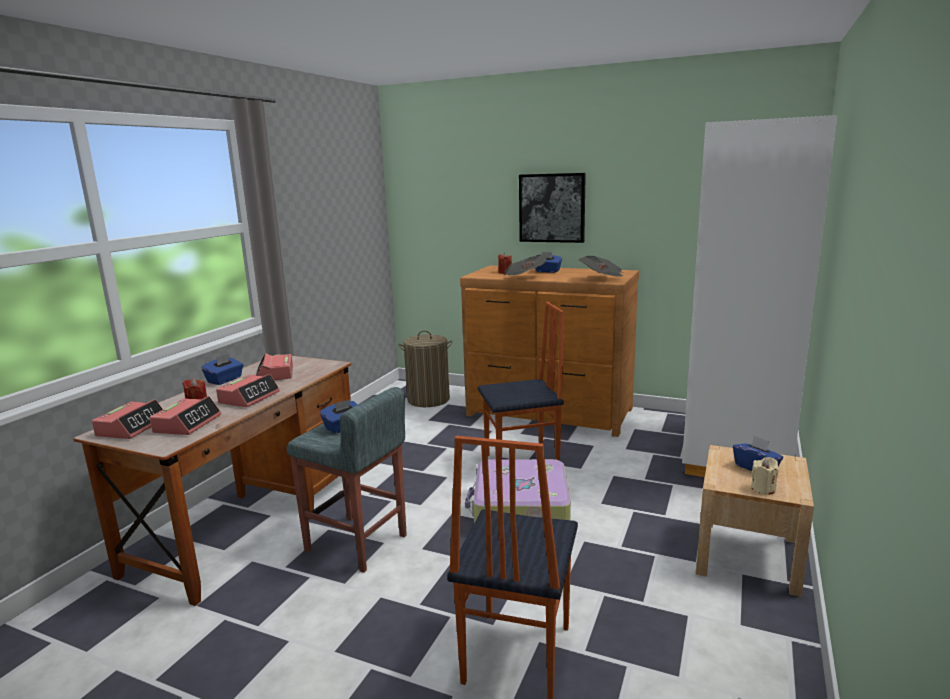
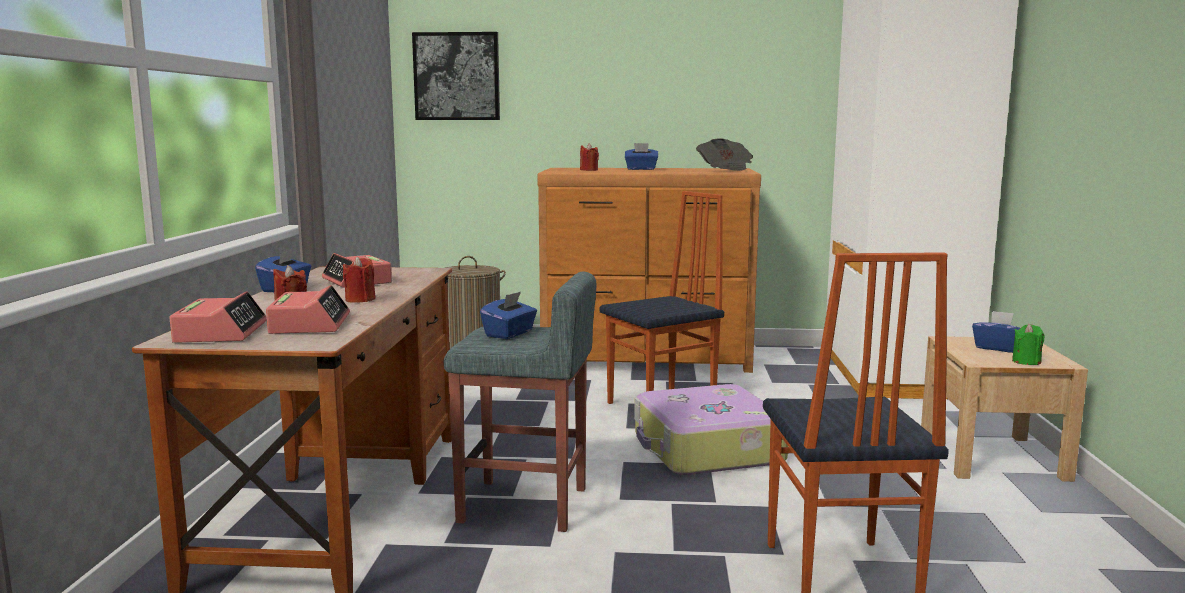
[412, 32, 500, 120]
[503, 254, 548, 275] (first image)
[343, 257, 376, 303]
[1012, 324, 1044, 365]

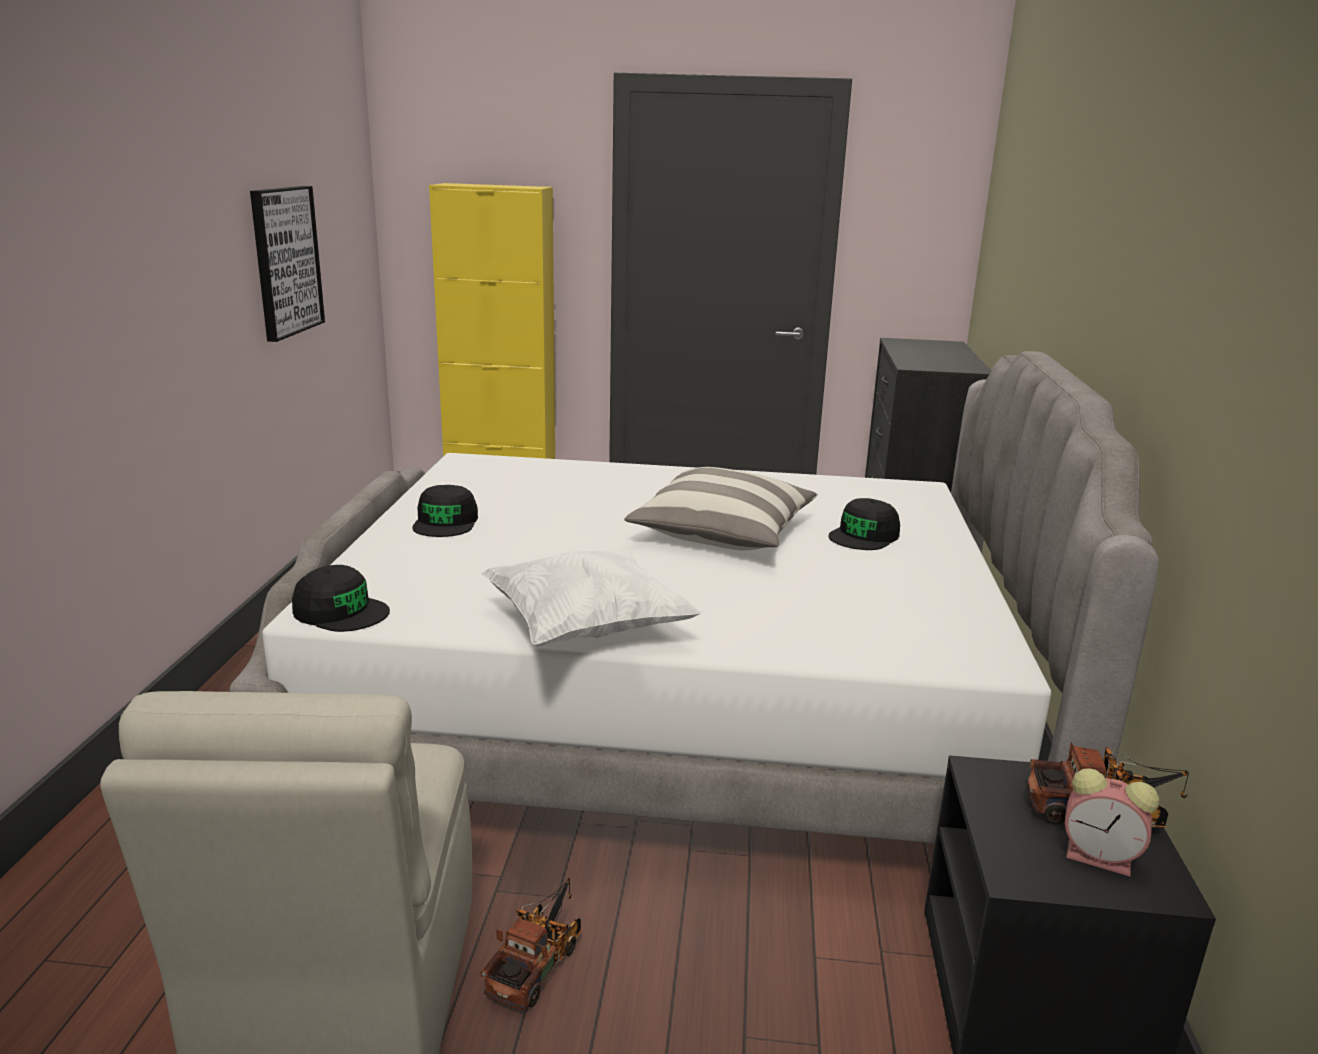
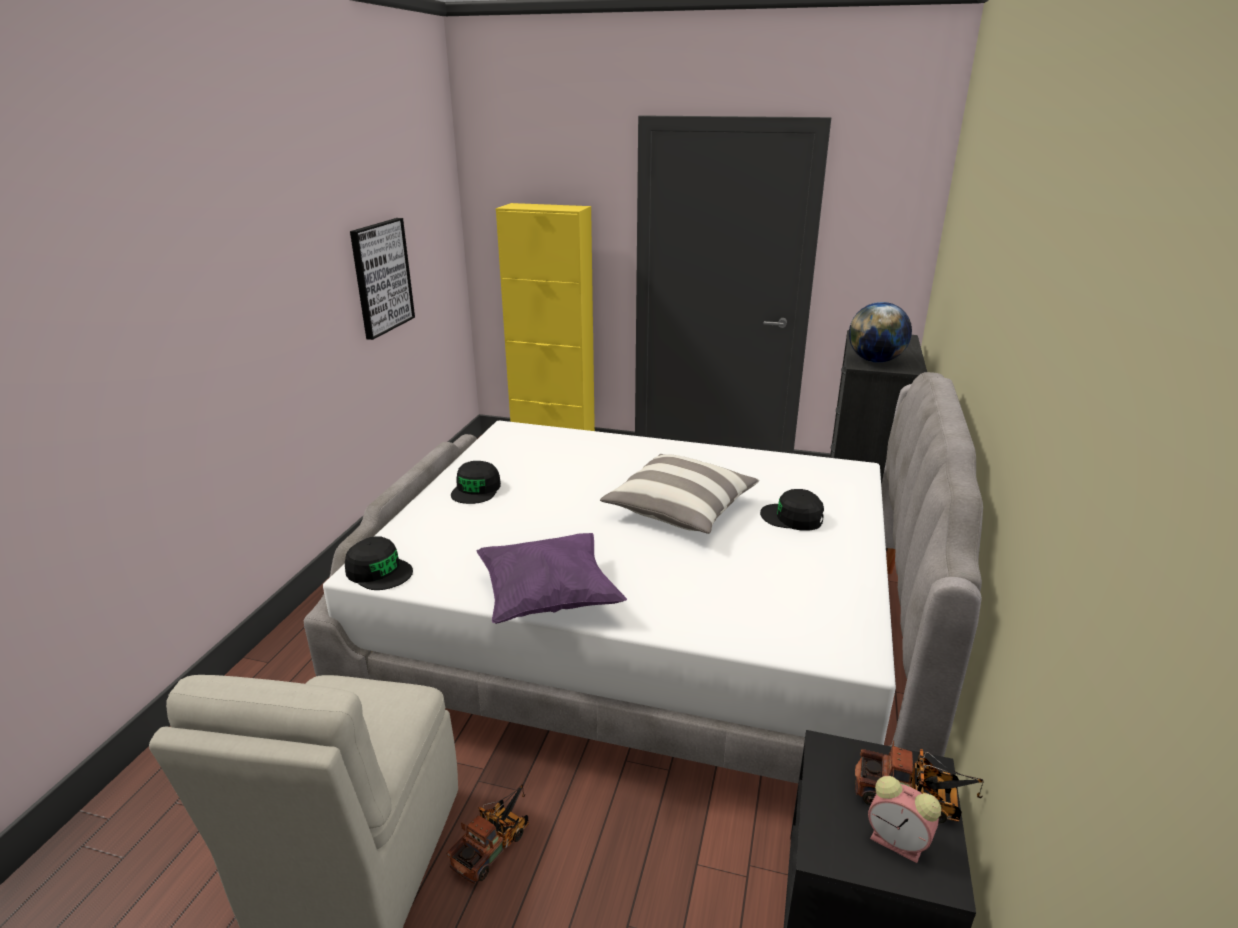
[760, 489, 824, 531]
[476, 533, 627, 624]
[849, 302, 912, 363]

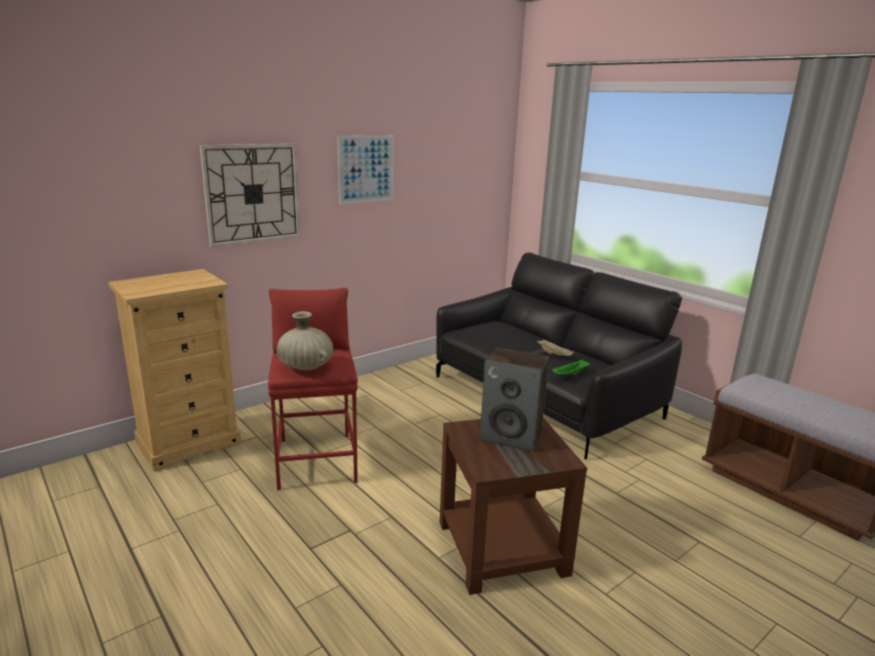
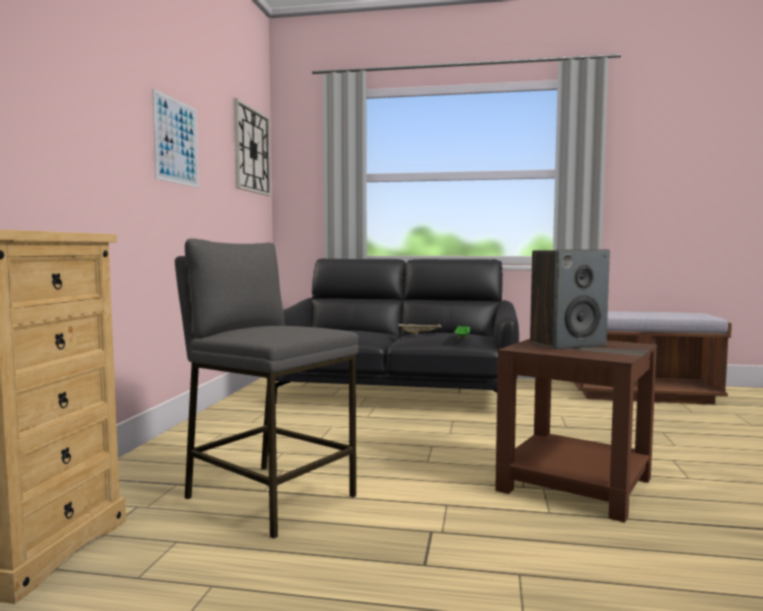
[234, 98, 271, 196]
[175, 238, 359, 539]
[277, 311, 333, 370] (first image)

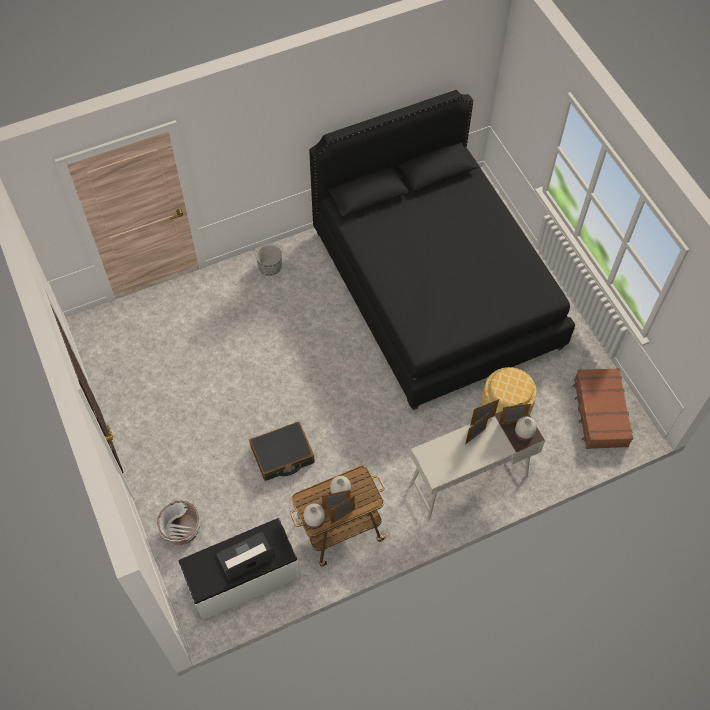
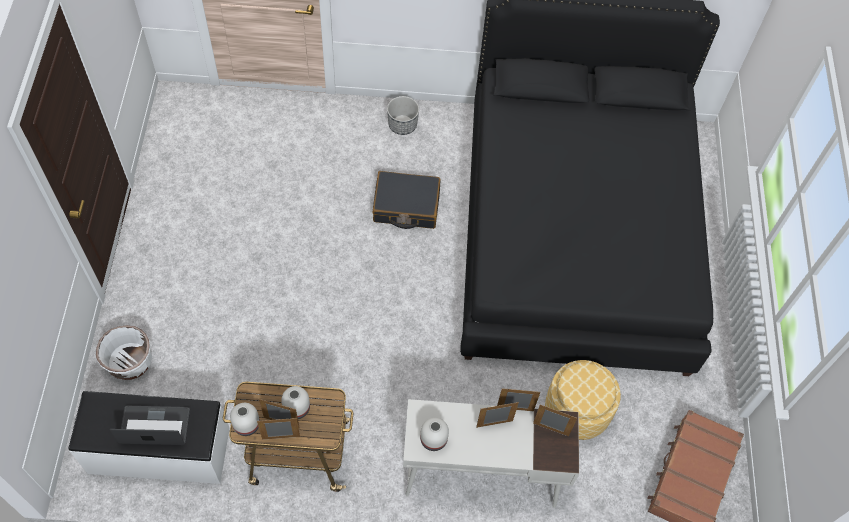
[420, 417, 449, 451]
[372, 171, 441, 229]

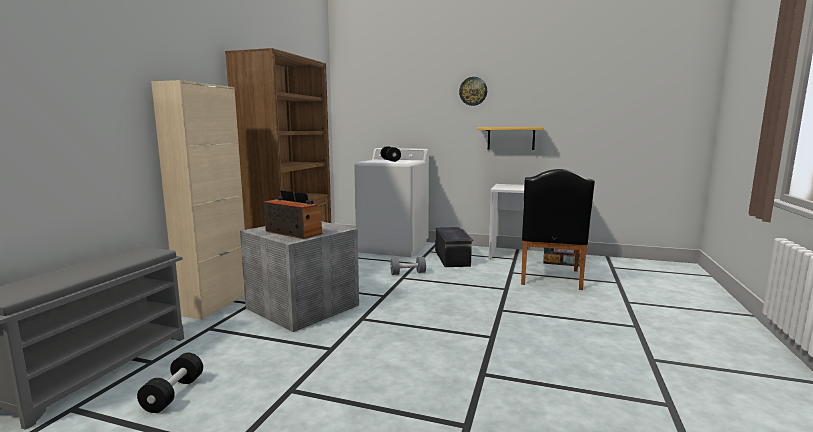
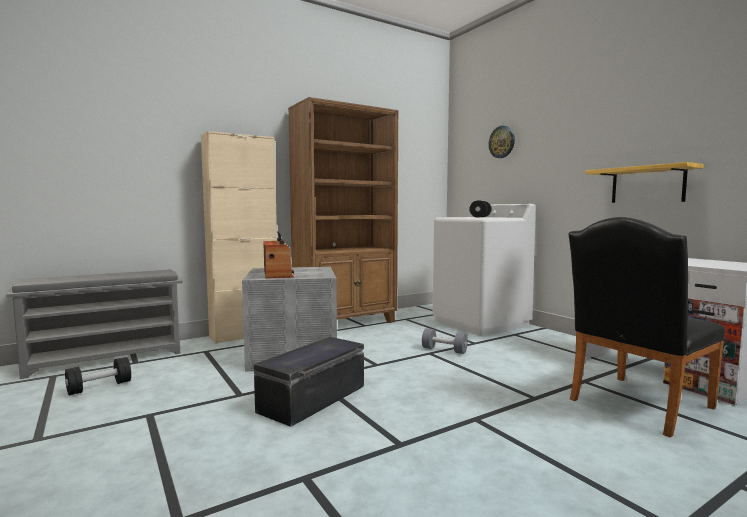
[489, 126, 515, 158]
[254, 337, 364, 427]

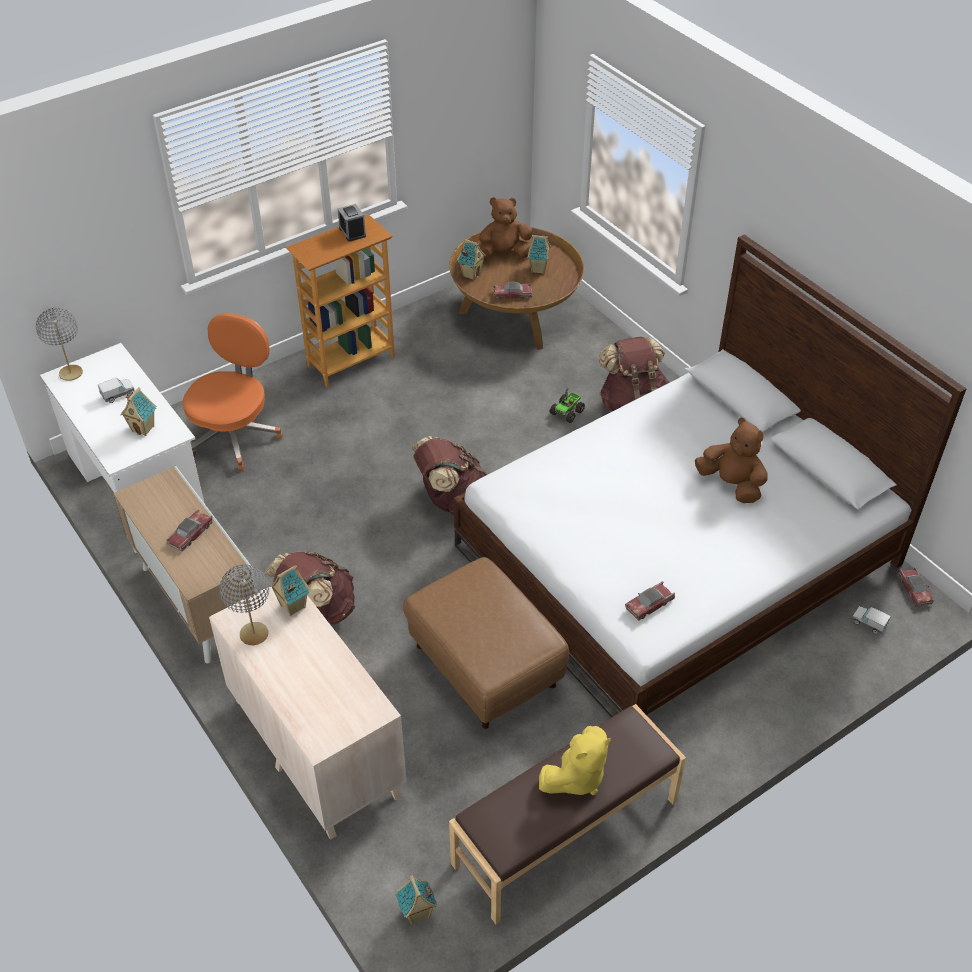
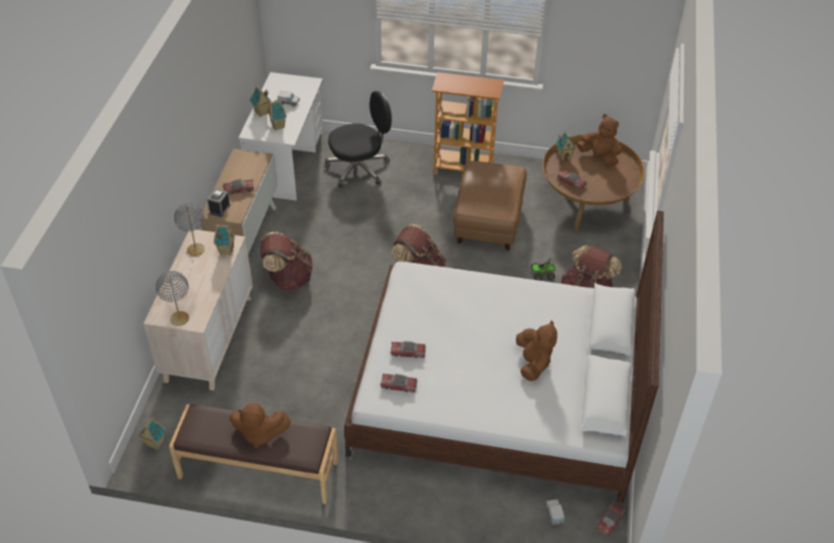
[207, 189, 231, 217]
[249, 85, 271, 117]
[156, 271, 189, 326]
[325, 91, 392, 188]
[453, 161, 527, 250]
[229, 403, 291, 448]
[390, 341, 426, 358]

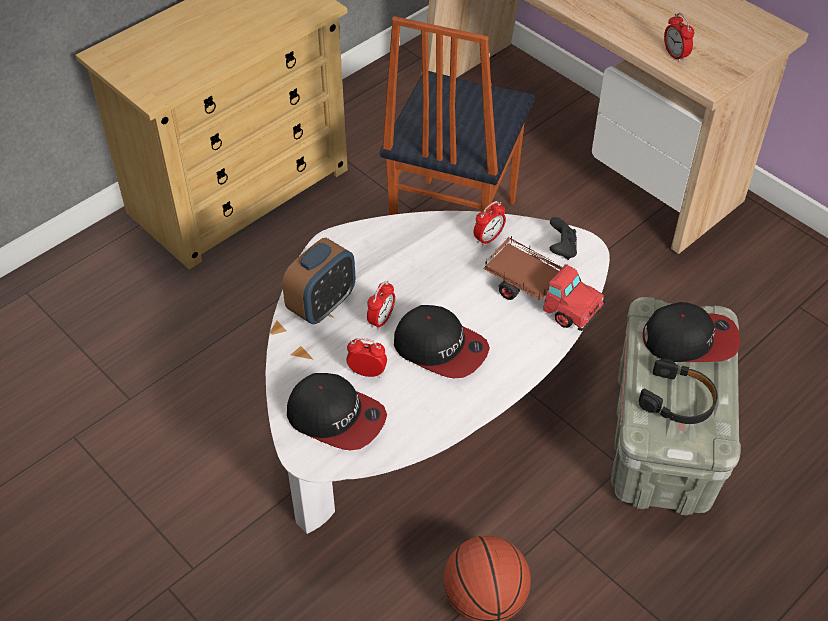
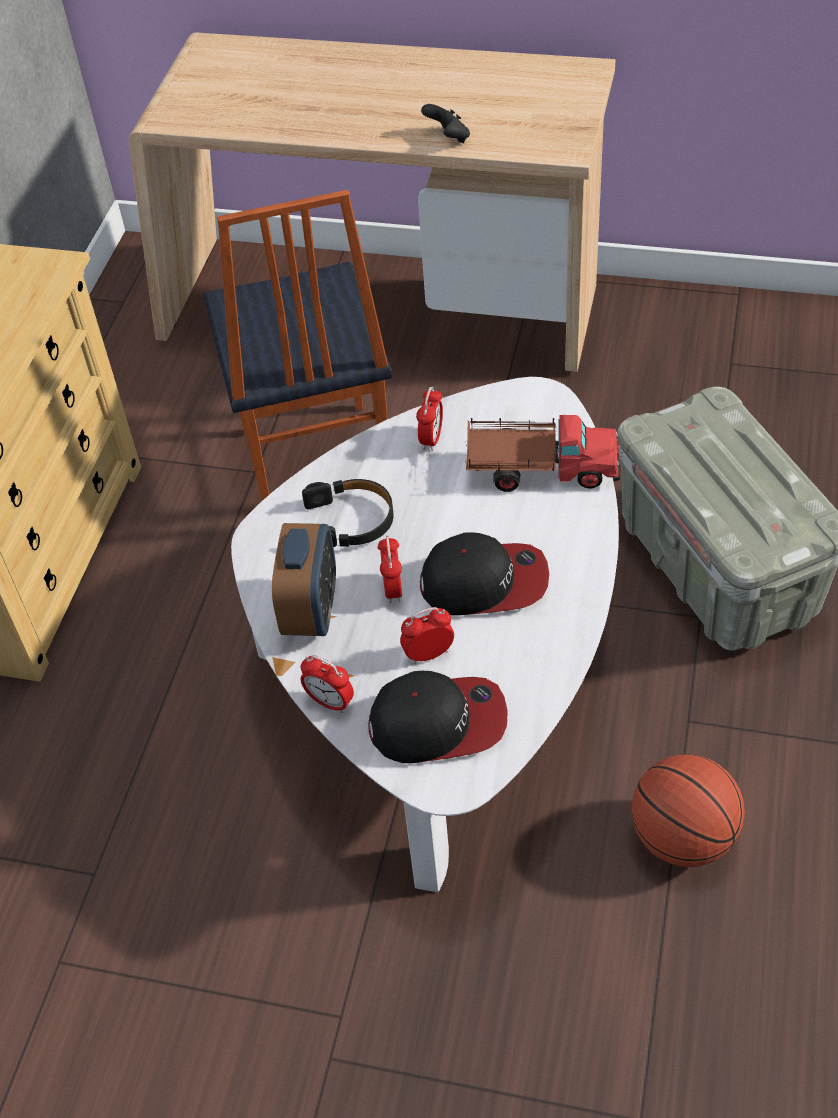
[301, 655, 354, 713]
[421, 104, 470, 143]
[643, 302, 740, 362] (first image)
[302, 479, 394, 547]

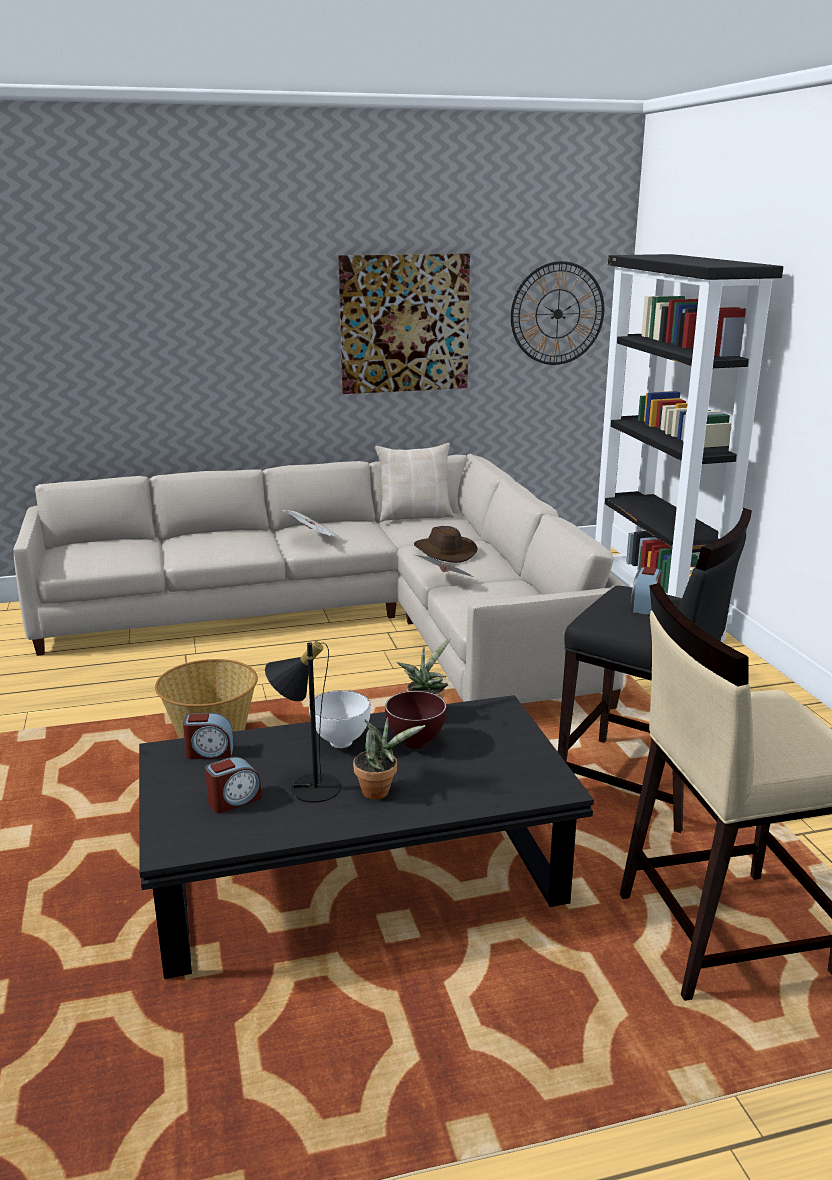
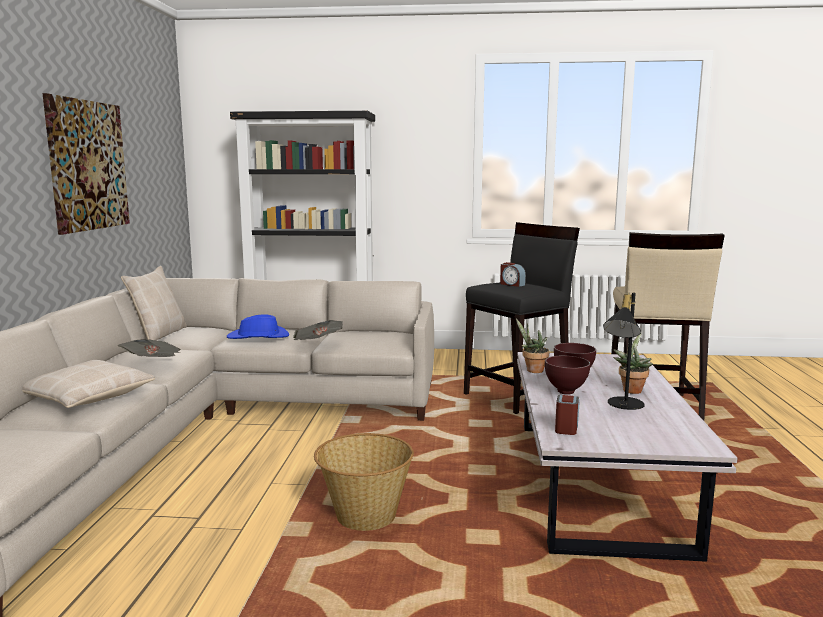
[511, 261, 604, 365] (first image)
[227, 314, 289, 339]
[545, 356, 590, 395]
[517, 352, 738, 562]
[205, 757, 262, 813] (first image)
[22, 360, 155, 408]

